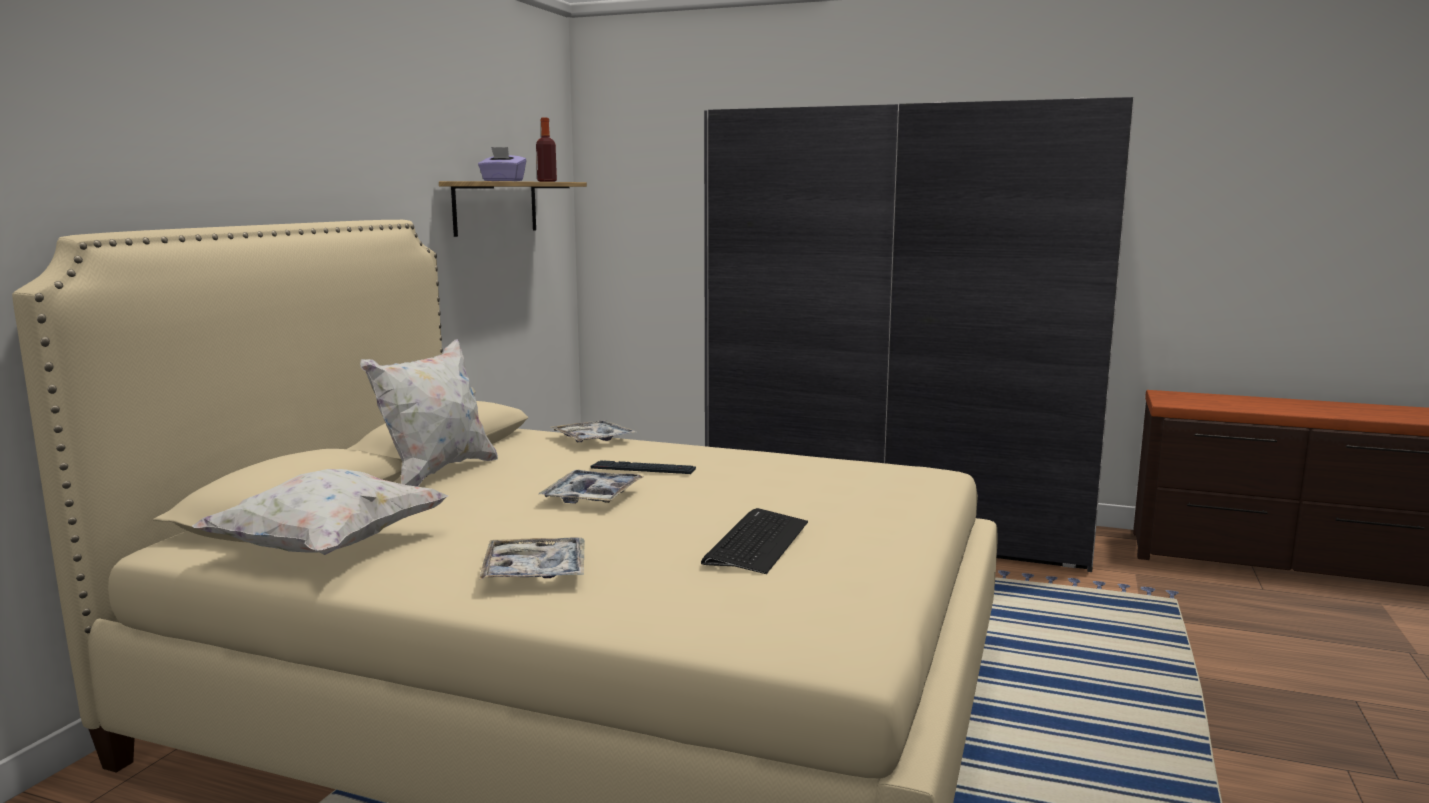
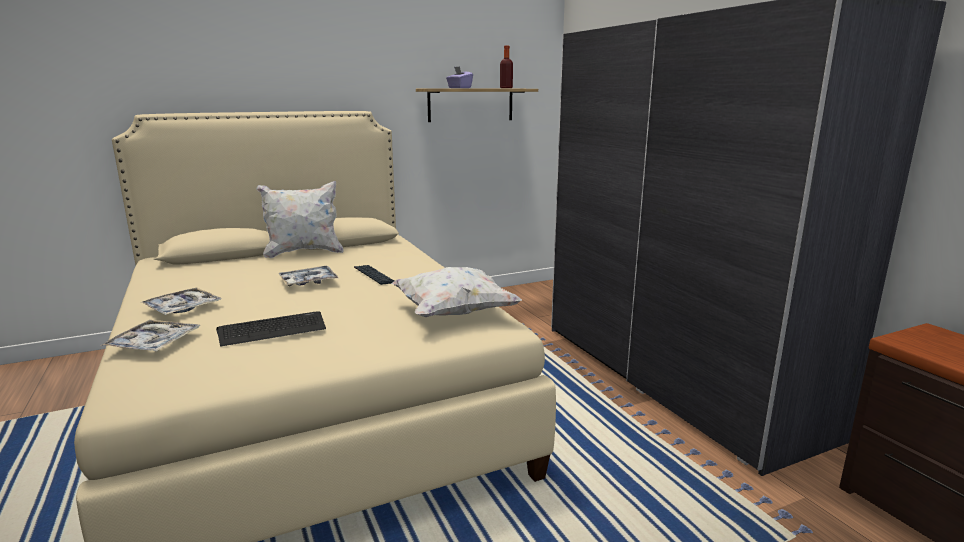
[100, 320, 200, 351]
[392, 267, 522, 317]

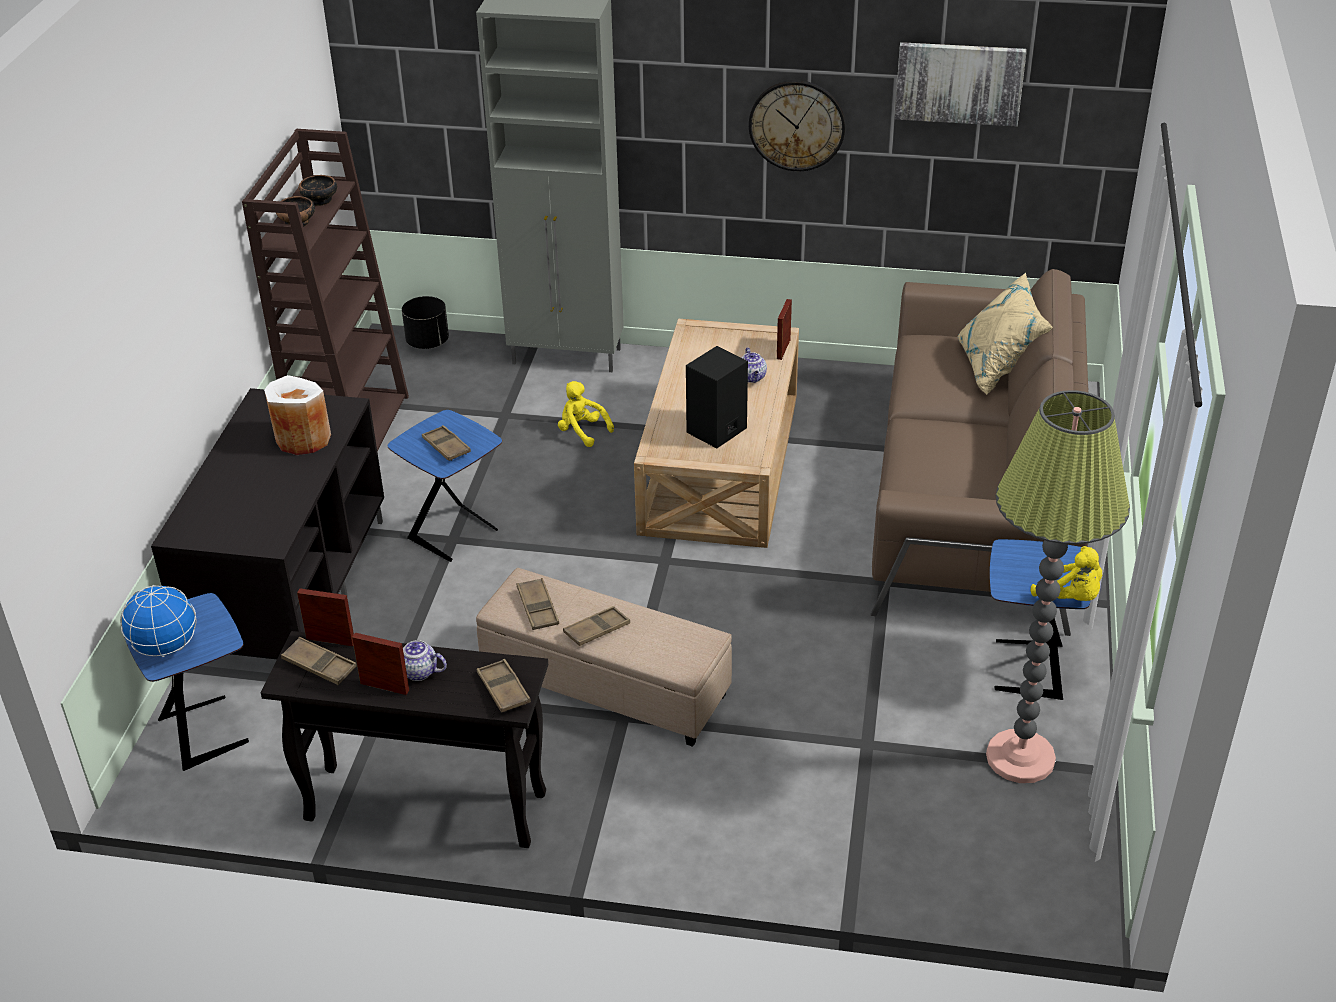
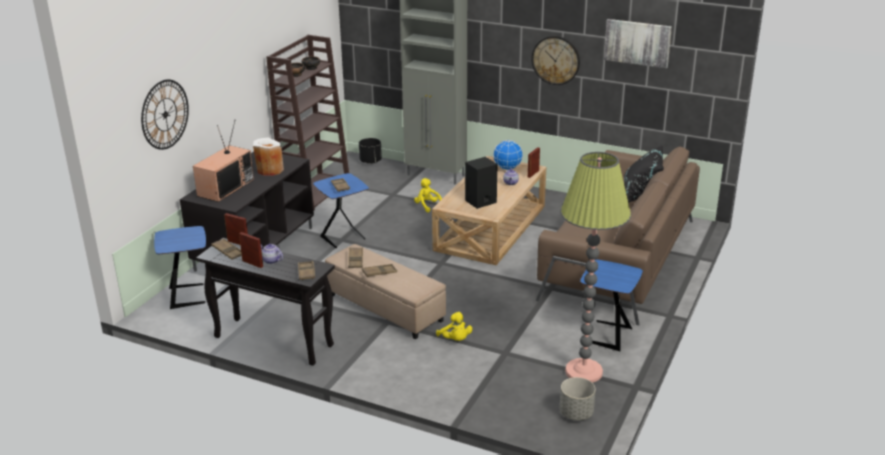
[624, 145, 664, 202]
[436, 312, 472, 341]
[493, 140, 523, 170]
[141, 79, 189, 150]
[193, 121, 254, 202]
[560, 377, 596, 420]

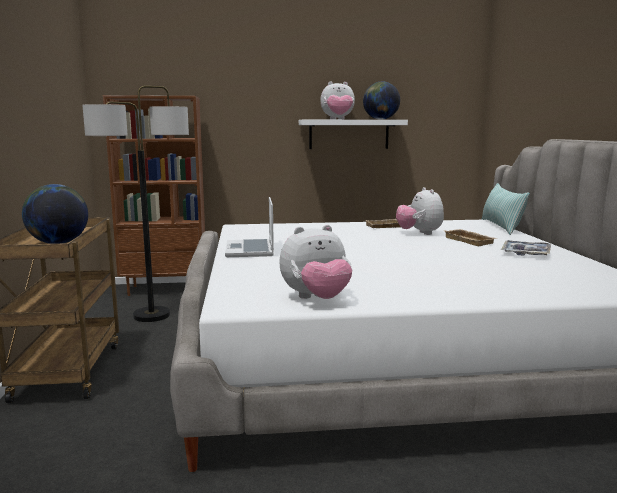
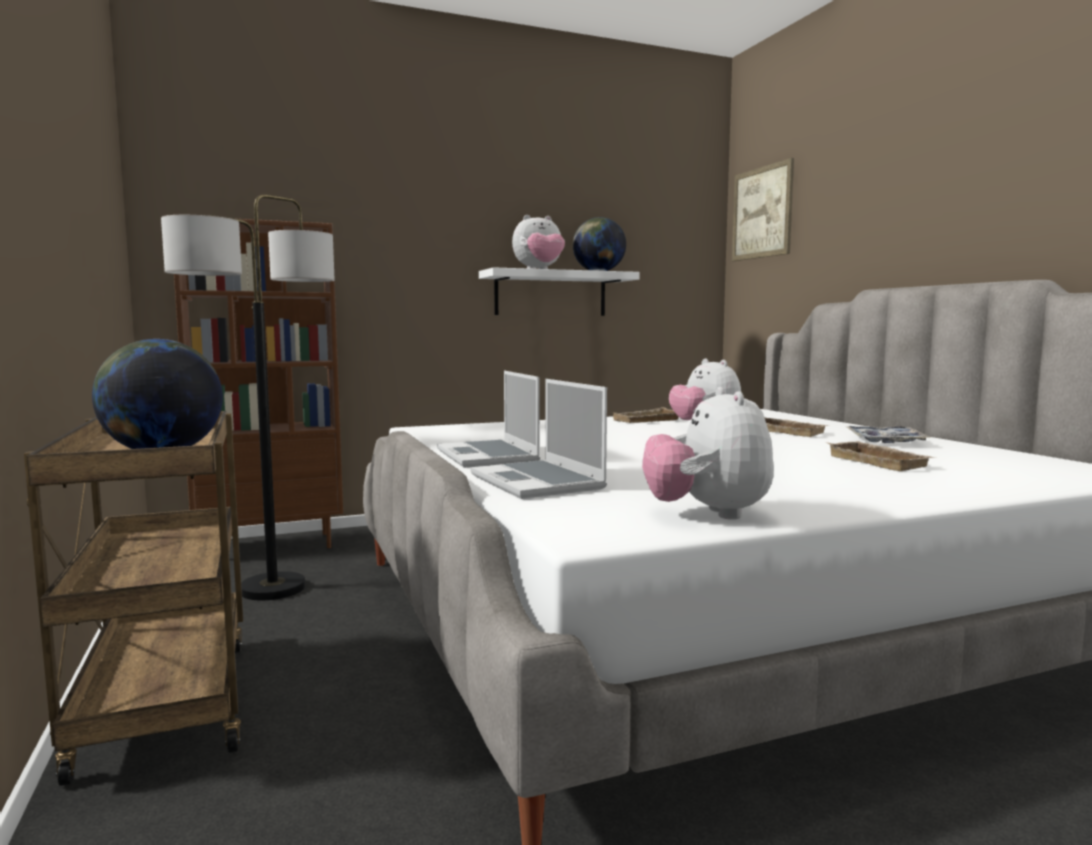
[482, 183, 530, 235] (first image)
[642, 387, 774, 520]
[732, 158, 794, 261]
[471, 379, 607, 499]
[828, 441, 935, 471]

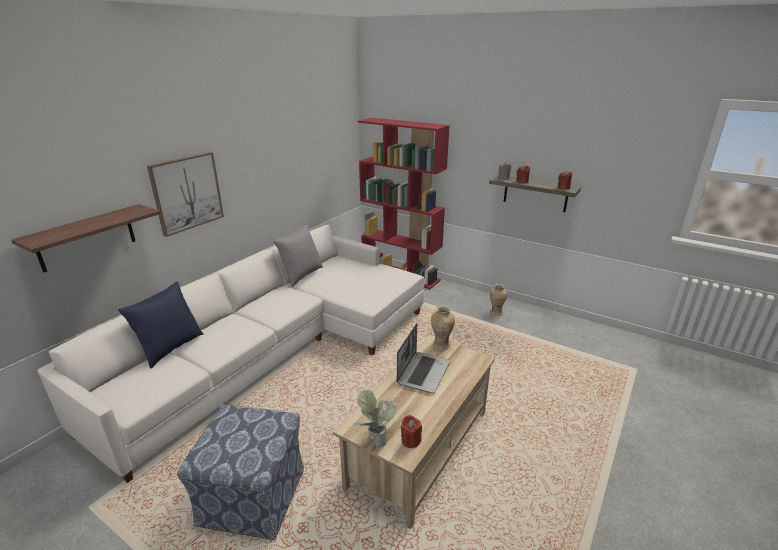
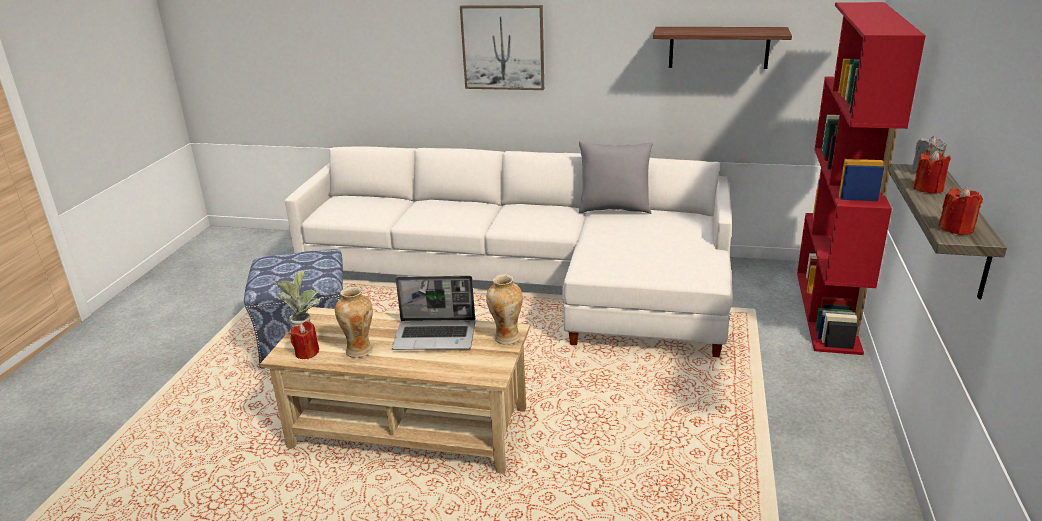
[653, 27, 792, 69]
[118, 282, 204, 369] (first image)
[335, 287, 373, 358]

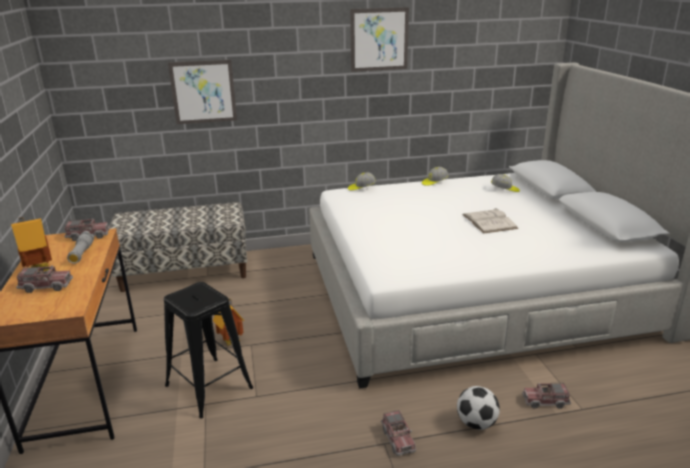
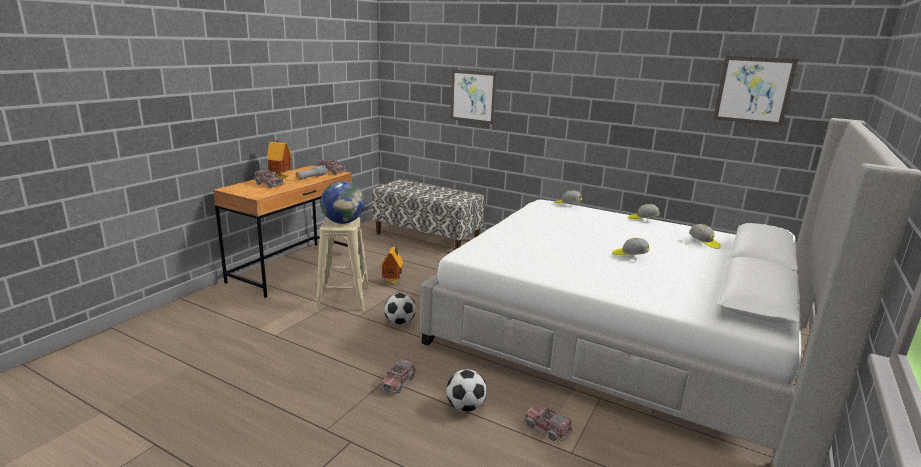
[713, 56, 798, 126]
[612, 238, 650, 255]
[315, 217, 370, 311]
[321, 181, 364, 224]
[384, 293, 416, 325]

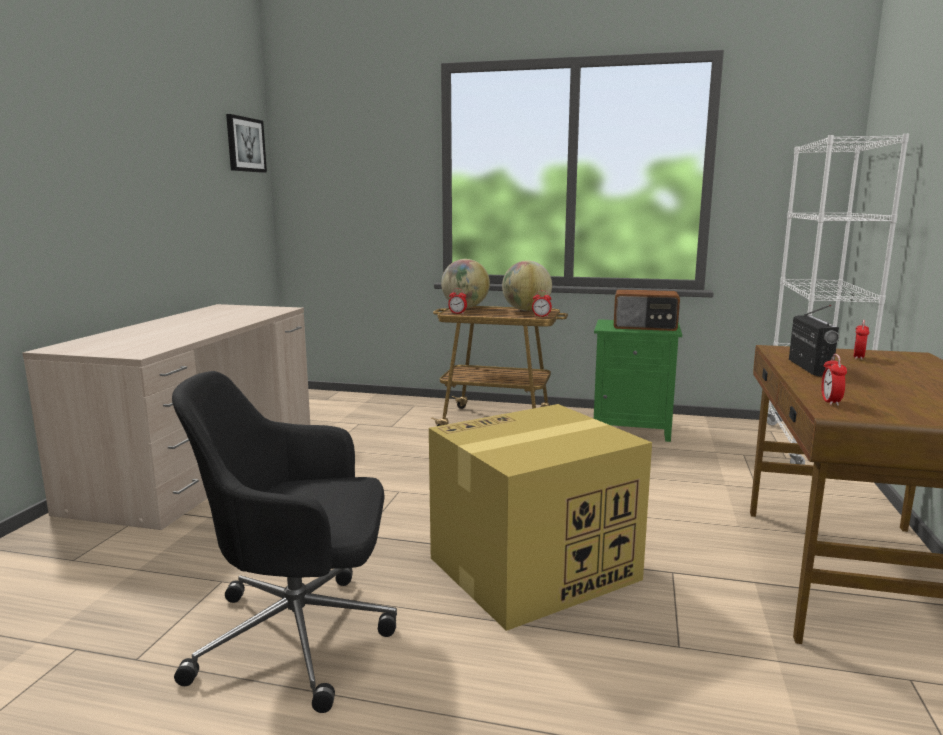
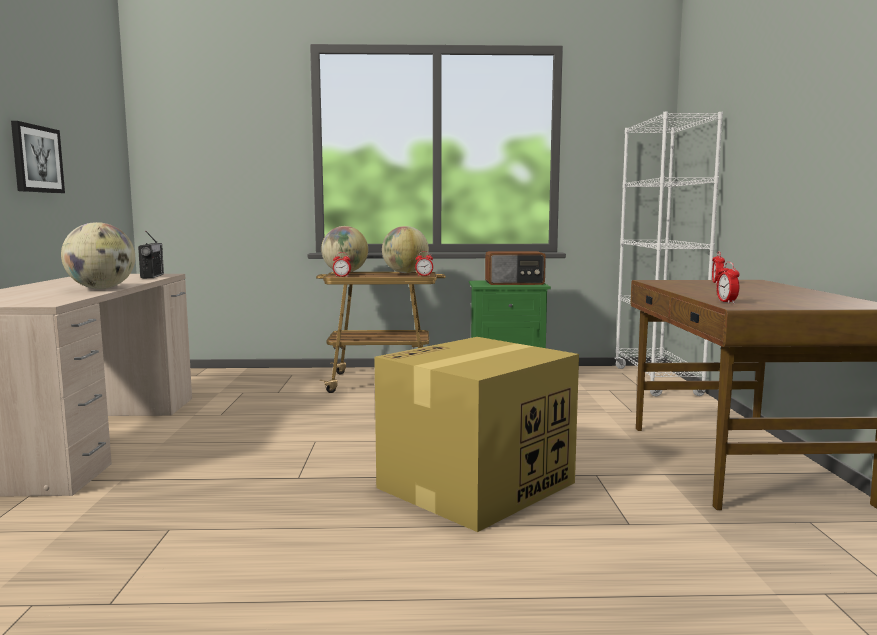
[11, 121, 65, 193]
[138, 231, 164, 278]
[172, 371, 397, 713] (first image)
[61, 222, 135, 289]

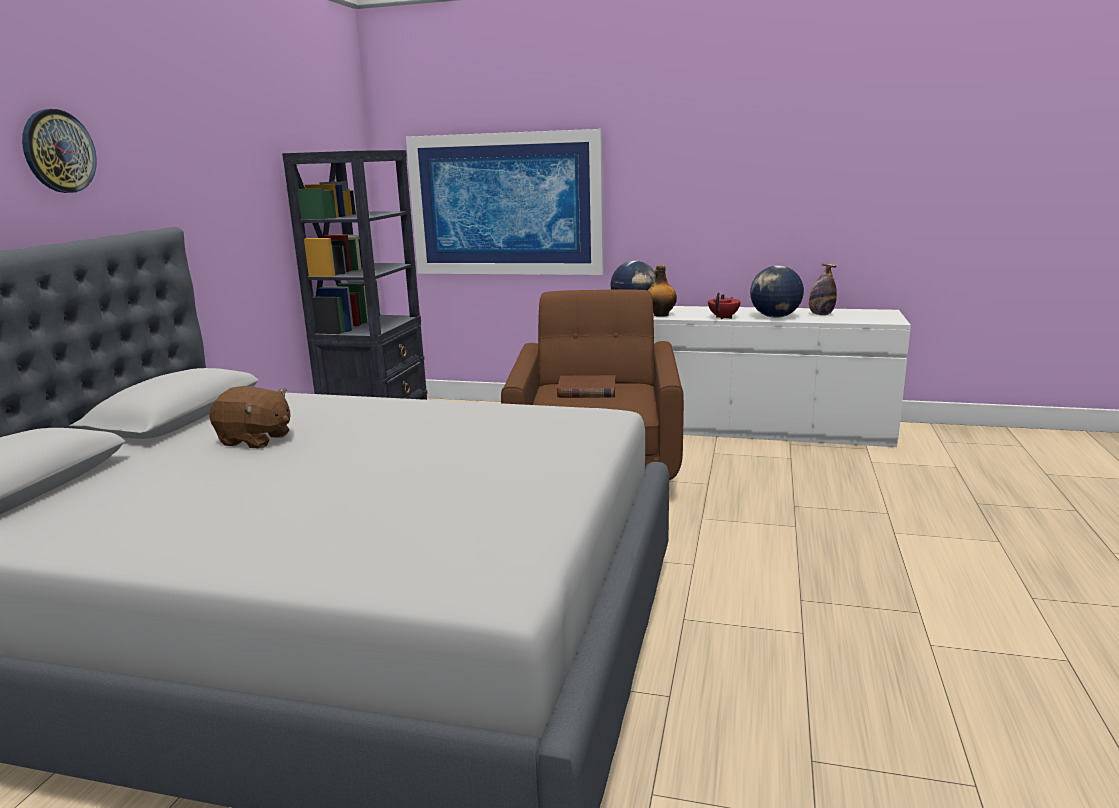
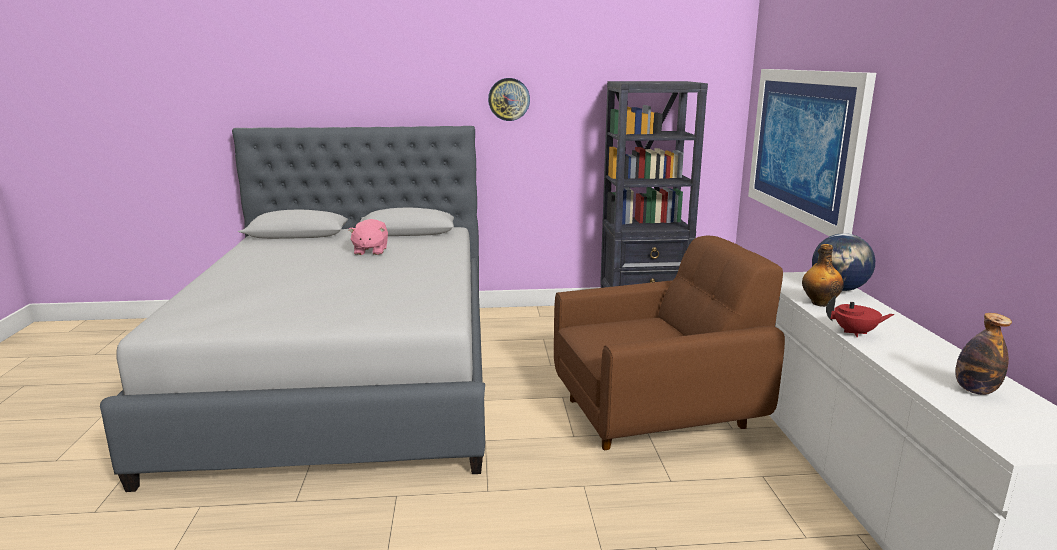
[488, 78, 530, 121]
[750, 266, 804, 318] (first image)
[557, 375, 615, 398] (first image)
[348, 219, 388, 255]

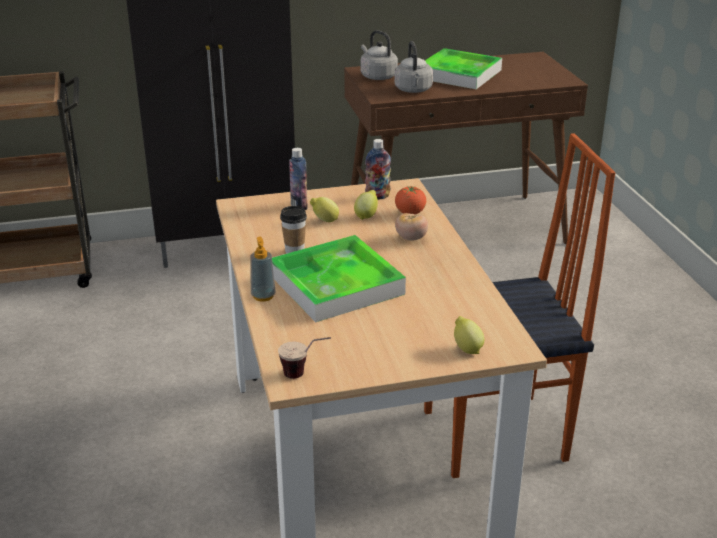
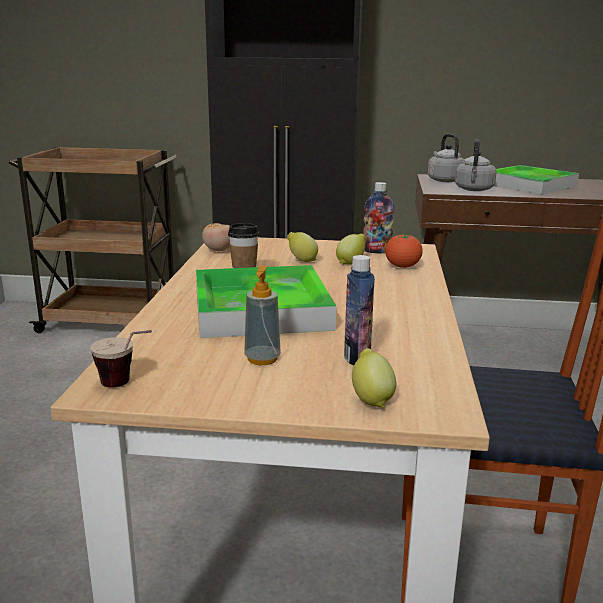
[344, 255, 375, 366]
[202, 223, 230, 251]
[244, 266, 281, 365]

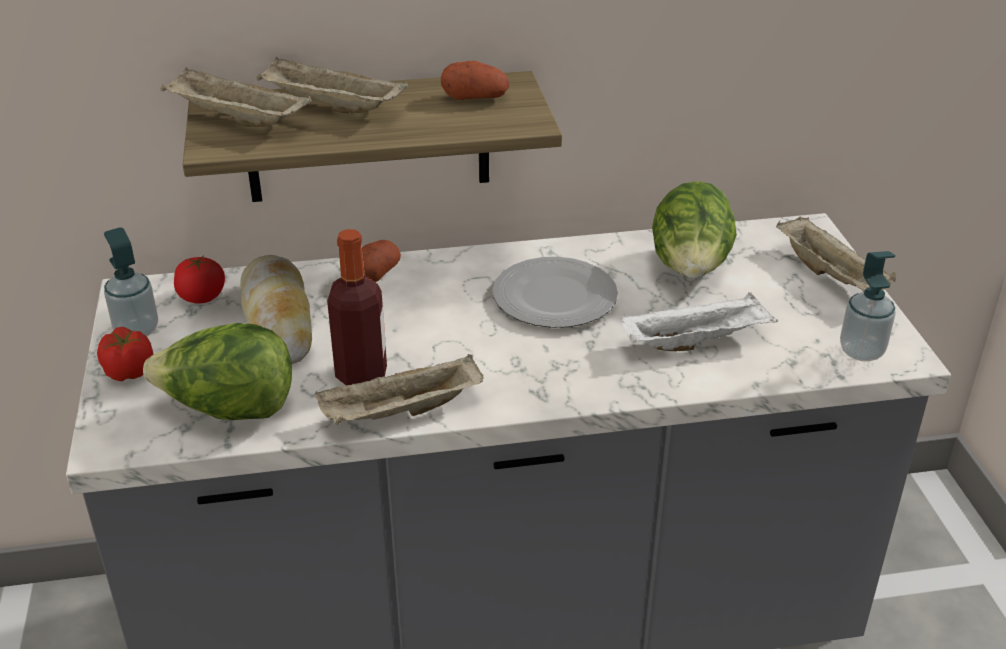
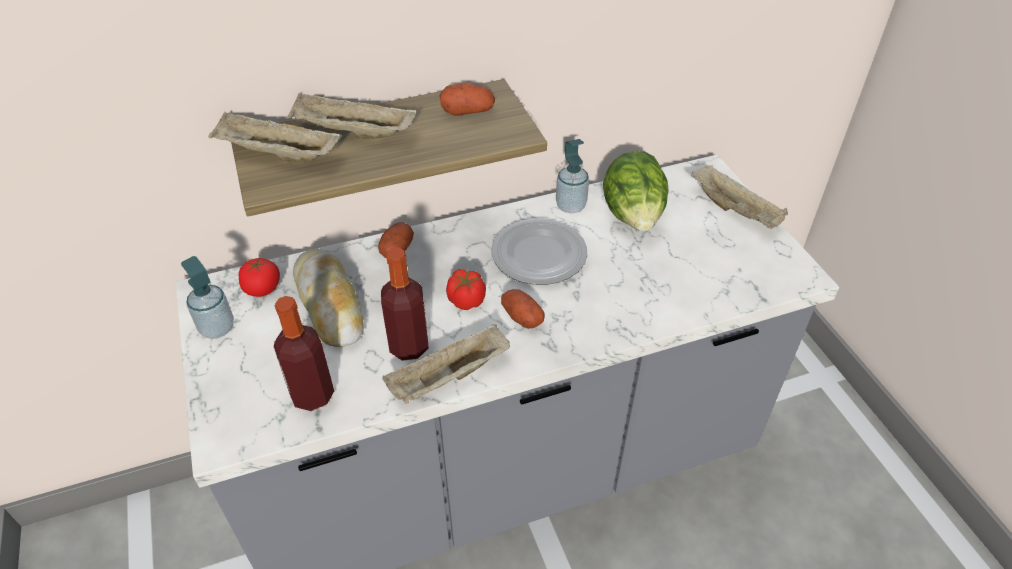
[556, 139, 589, 213]
[621, 292, 778, 351] (first image)
[274, 296, 334, 411]
[446, 269, 486, 310]
[501, 289, 545, 329]

